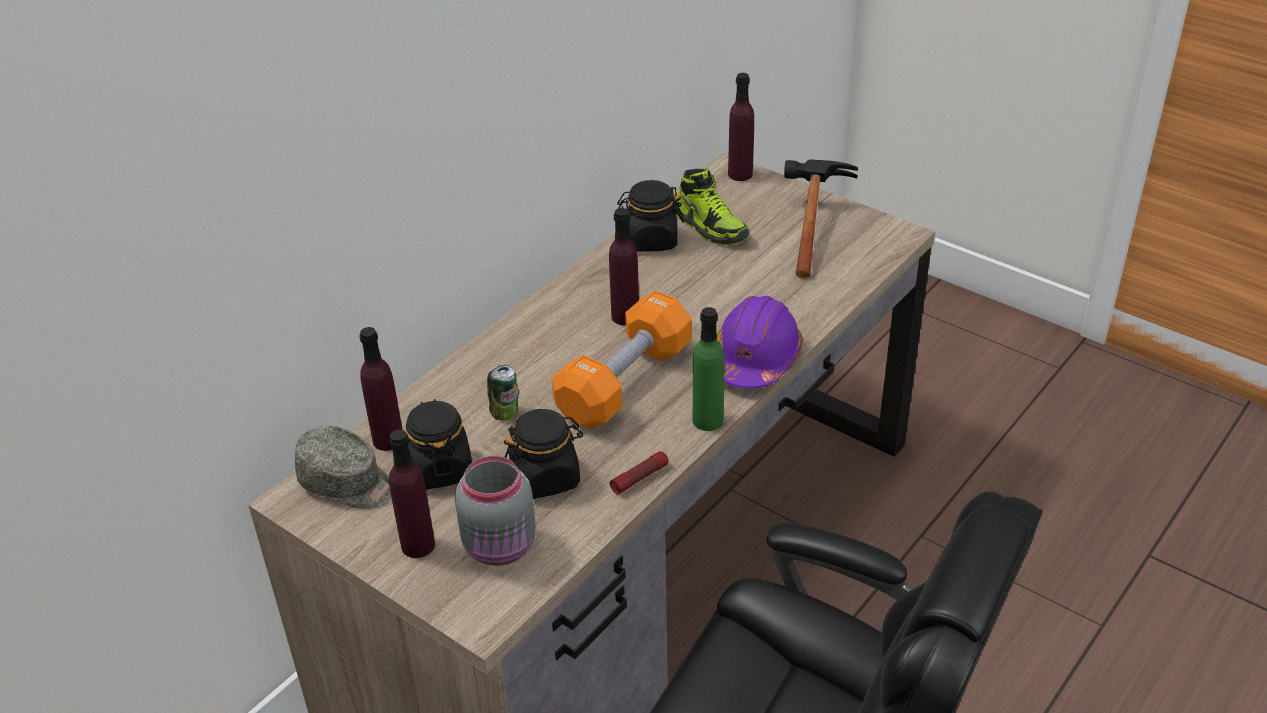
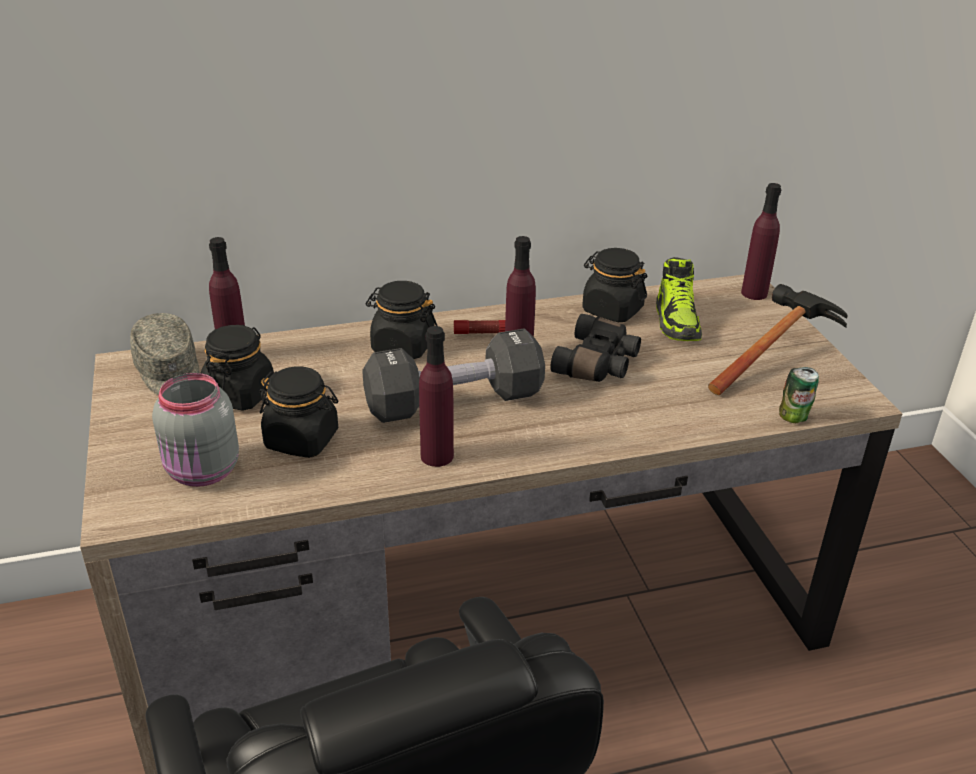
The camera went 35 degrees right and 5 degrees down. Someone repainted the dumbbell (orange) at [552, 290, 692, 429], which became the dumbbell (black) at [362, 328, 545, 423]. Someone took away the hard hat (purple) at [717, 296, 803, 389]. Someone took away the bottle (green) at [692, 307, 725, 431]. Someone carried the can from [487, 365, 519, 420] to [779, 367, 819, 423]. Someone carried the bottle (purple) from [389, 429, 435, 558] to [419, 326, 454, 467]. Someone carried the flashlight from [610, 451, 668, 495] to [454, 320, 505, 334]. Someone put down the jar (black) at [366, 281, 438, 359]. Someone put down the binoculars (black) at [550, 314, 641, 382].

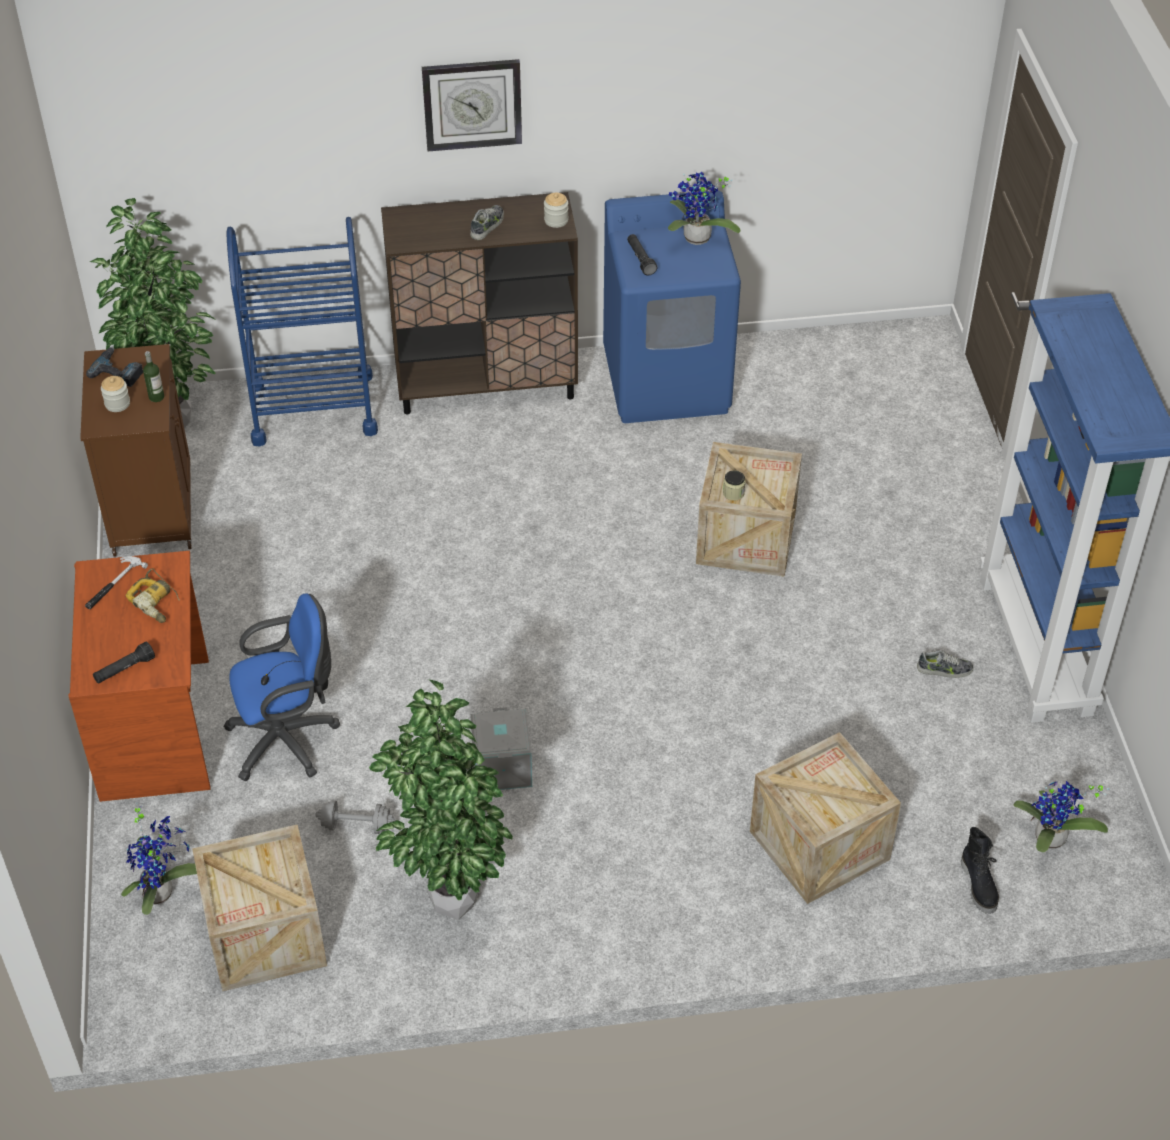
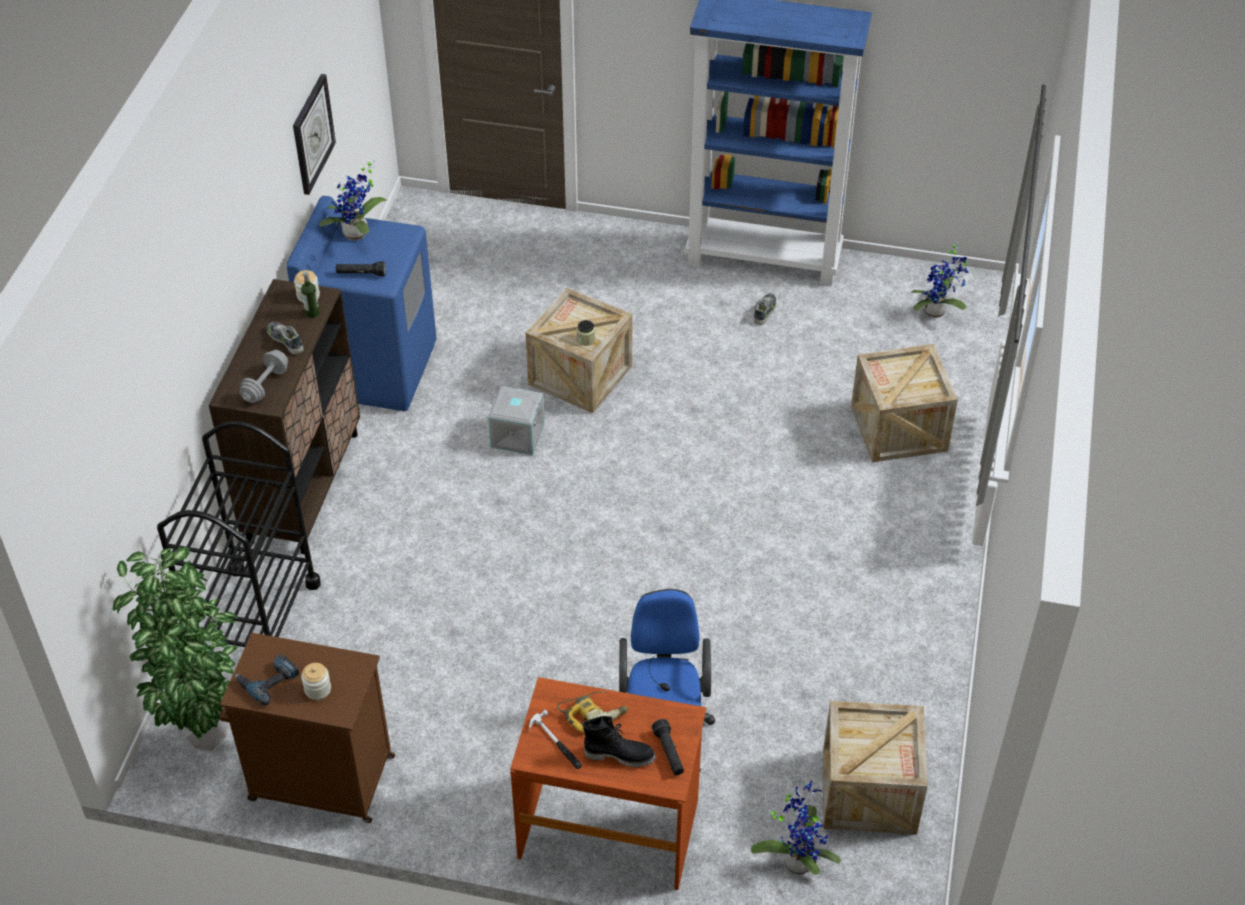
The camera went 70 degrees left and 0 degrees up. Someone carried the wall clock from [422, 59, 522, 151] to [293, 74, 336, 195]. Someone repainted the cart (blue) at [227, 217, 378, 447], which became the cart (black) at [157, 421, 321, 647]. Someone carried the bottle from [143, 351, 164, 402] to [301, 272, 320, 318]. Someone took away the potted plant at [369, 679, 513, 920]. Someone carried the storage box (grey) from [470, 707, 532, 790] to [488, 386, 545, 455]. Someone carried the dumbbell (grey) from [315, 800, 395, 834] to [239, 350, 288, 403]. Someone carried the boot (black) from [961, 827, 999, 914] to [583, 716, 656, 768].

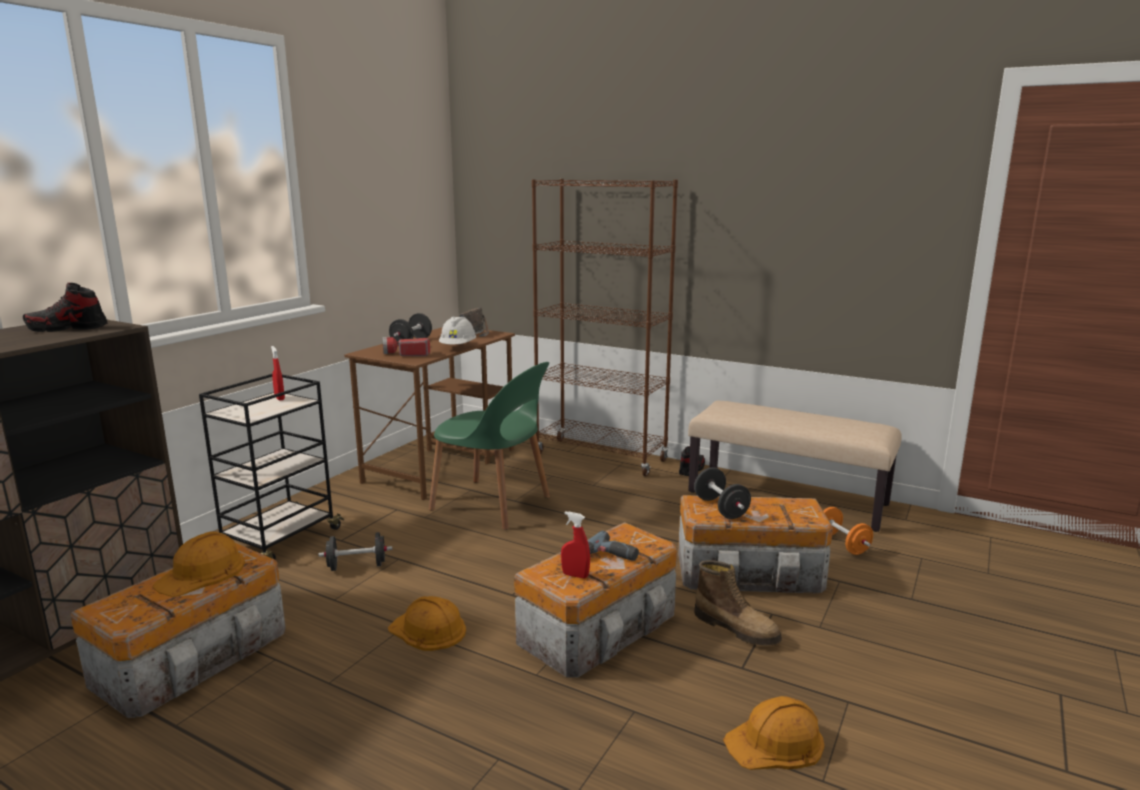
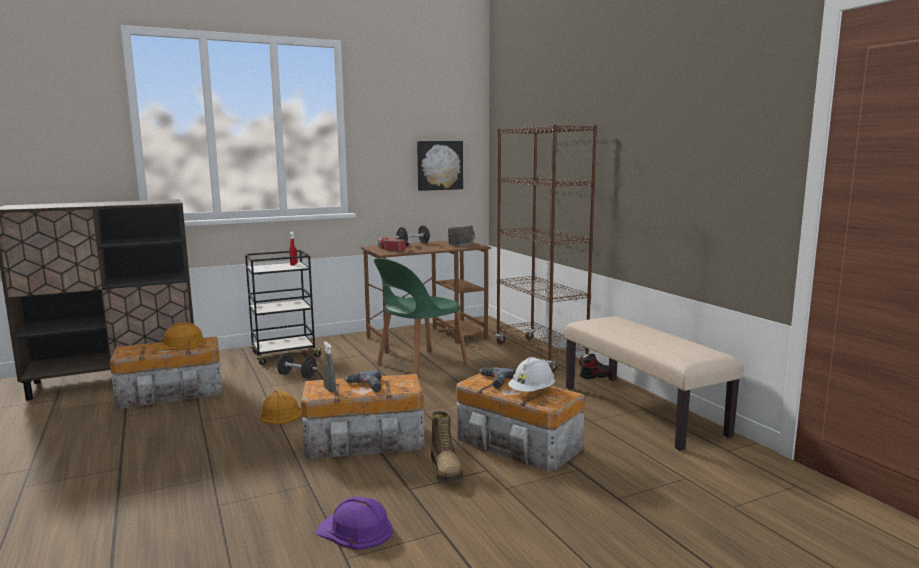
The camera went 35 degrees right and 5 degrees down. Someone took away the shoe at [23, 283, 107, 332]. Someone carried the hard hat (white) from [439, 316, 476, 345] to [508, 357, 555, 392]. Someone rotated the chair (green) at [429, 362, 550, 530] by 75 degrees clockwise. Someone swapped the dumbbell (black) at [694, 467, 751, 519] for the power drill at [479, 368, 515, 389]. Someone took away the dumbbell (orange) at [823, 507, 873, 555]. Someone repainted the spray bottle (red) at [561, 511, 590, 578], which became the spray bottle (grey) at [323, 341, 336, 392]. Someone repainted the hard hat (orange) at [723, 696, 825, 770], which became the hard hat (purple) at [315, 497, 393, 550]. Someone put up the picture at [417, 141, 463, 191].

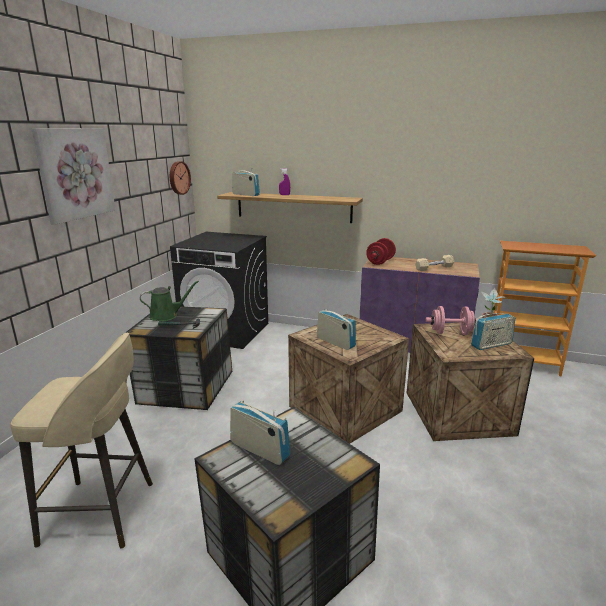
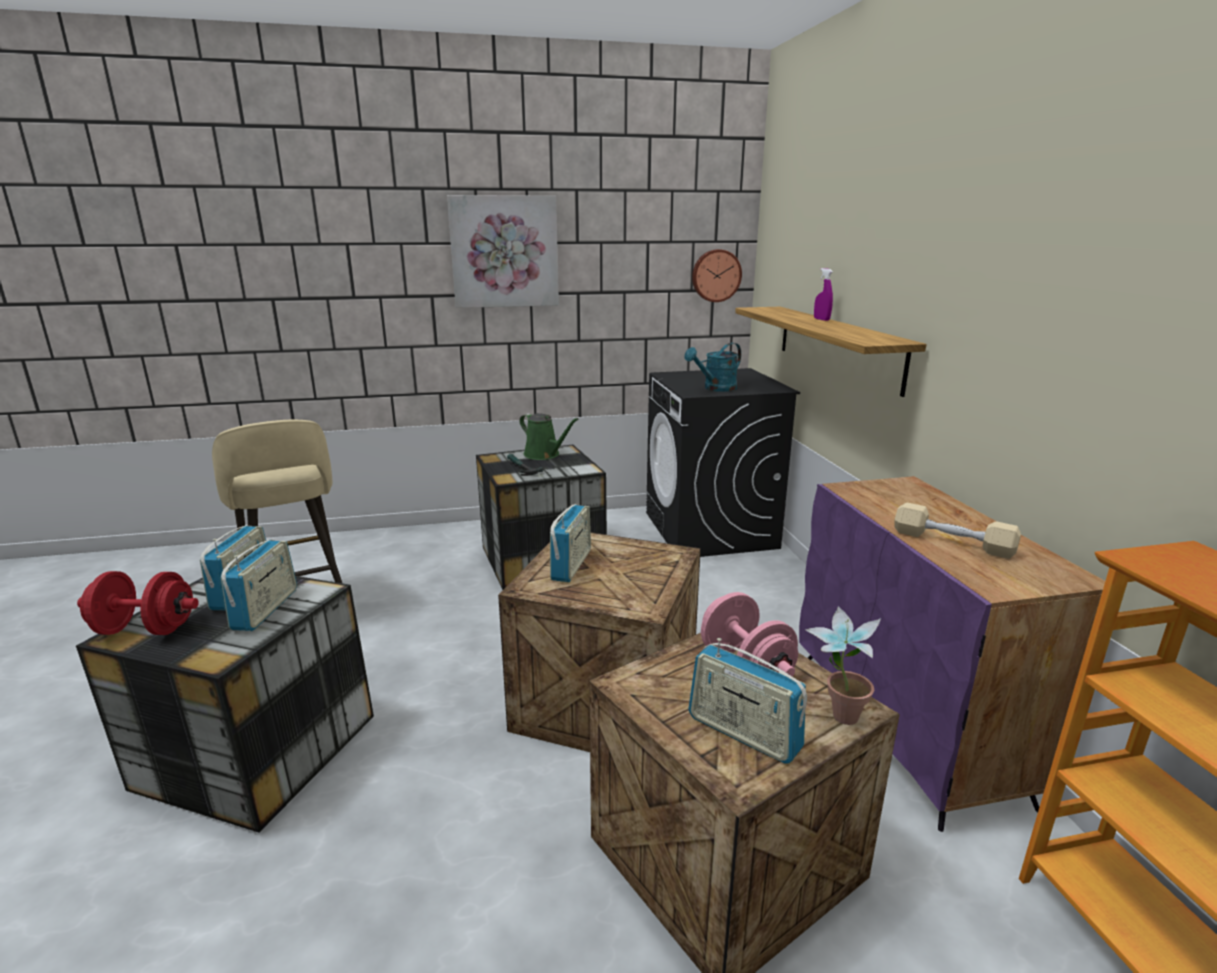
The camera went 60 degrees right and 0 degrees up. Someone carried the radio from [232, 168, 260, 196] to [221, 540, 297, 631]. Someone carried the dumbbell (red) from [366, 238, 396, 265] to [77, 571, 199, 635]. Someone put down the watering can (turquoise) at [684, 343, 741, 392].

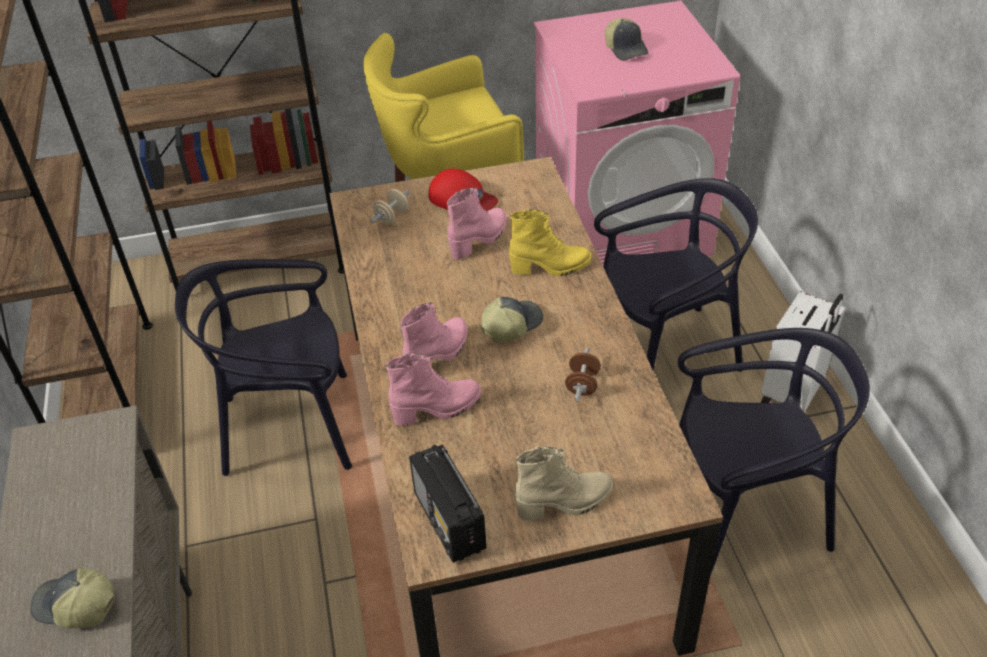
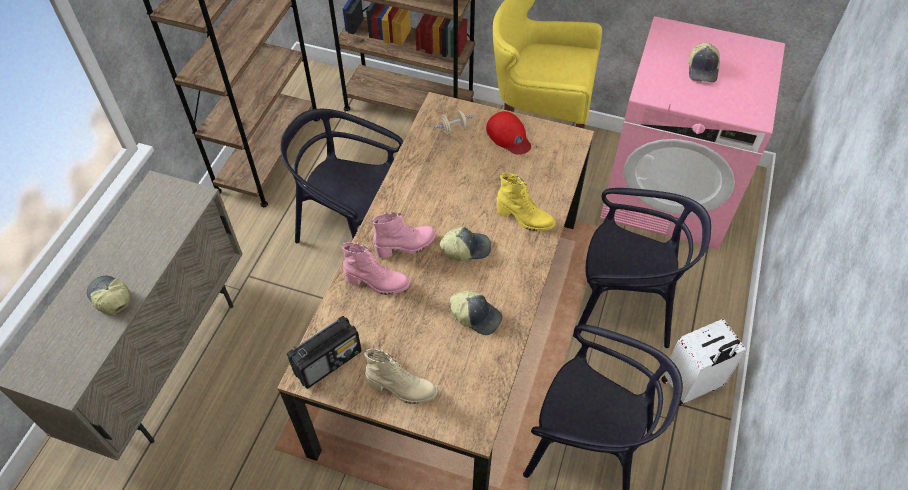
The camera went 30 degrees right and 10 degrees up. Someone took away the boot (pink) at [447, 187, 507, 260]. Someone swapped the dumbbell (brown) at [565, 348, 601, 401] for the cap at [450, 290, 503, 335]. Someone rotated the radio at [409, 445, 486, 563] by 135 degrees counterclockwise.

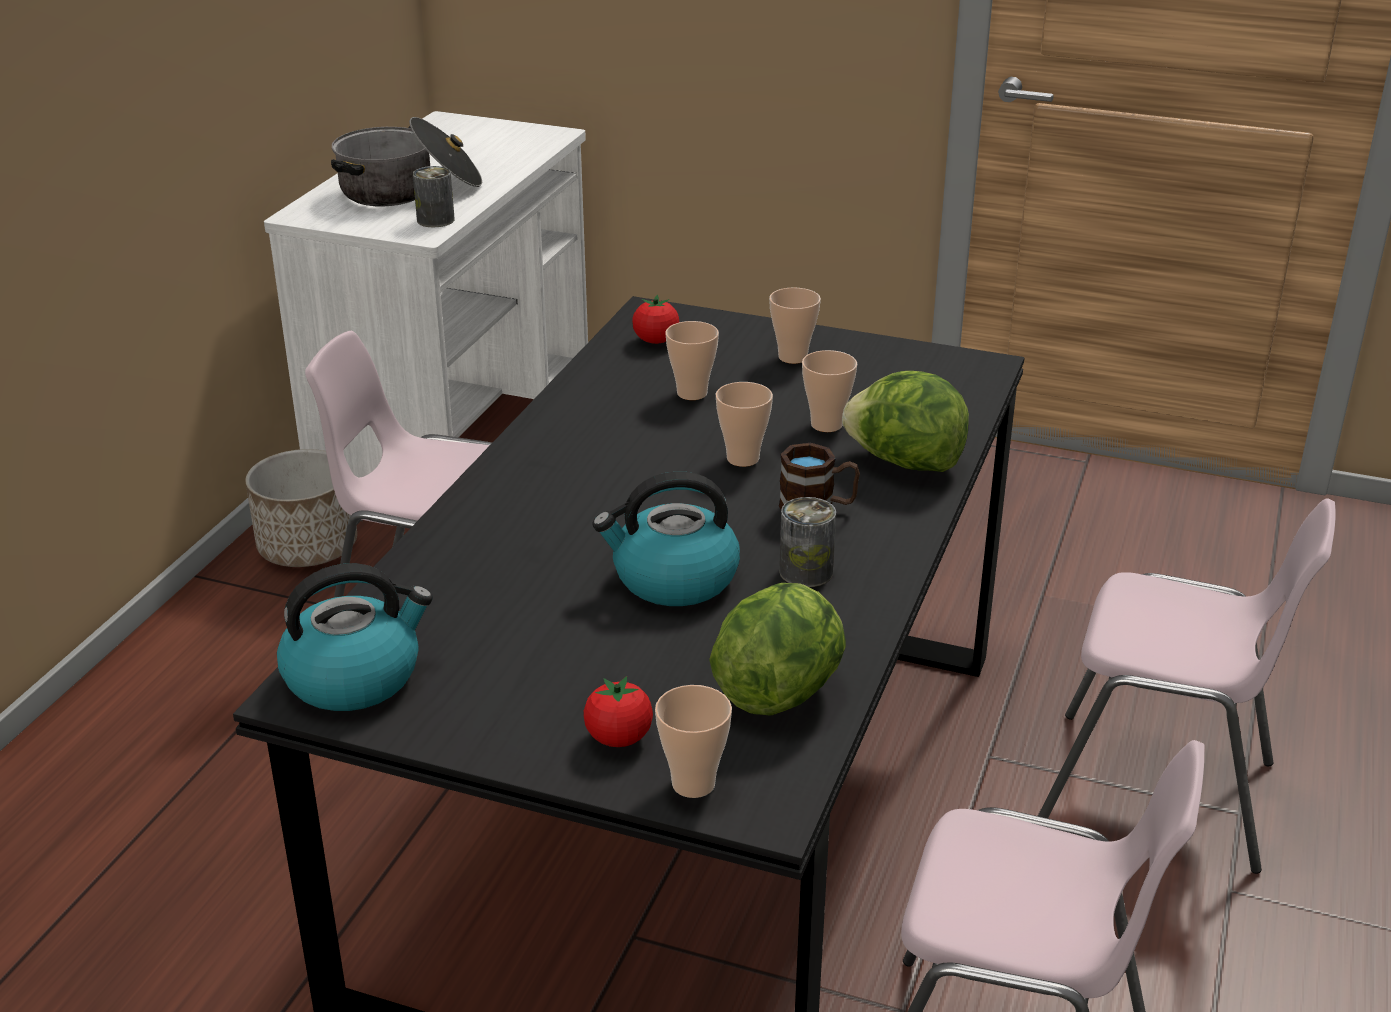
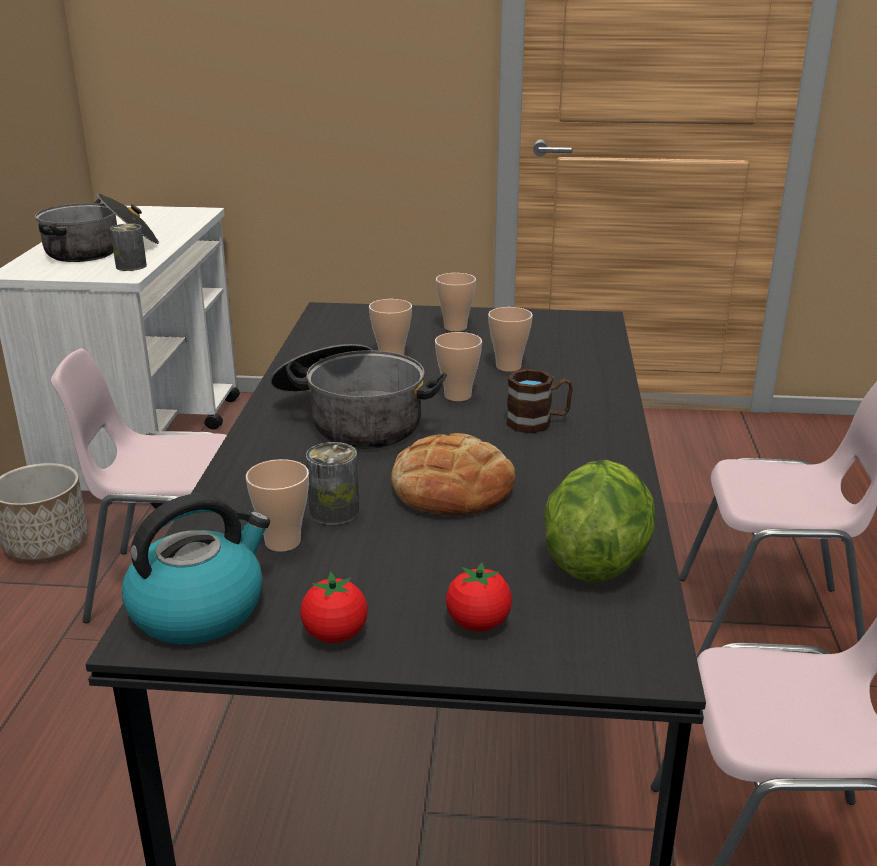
The camera went 15 degrees left and 5 degrees down. Someone carried the tomato from [632, 295, 679, 344] to [300, 572, 368, 643]. Someone took away the lettuce at [842, 371, 969, 472]. Someone swapped the kettle at [592, 472, 740, 606] for the bread at [391, 433, 515, 516]. Someone carried the can from [779, 497, 836, 587] to [306, 442, 359, 525]. Someone carried the cup from [655, 685, 732, 798] to [246, 459, 309, 552]. Someone put down the cooking pot at [270, 344, 447, 449].

